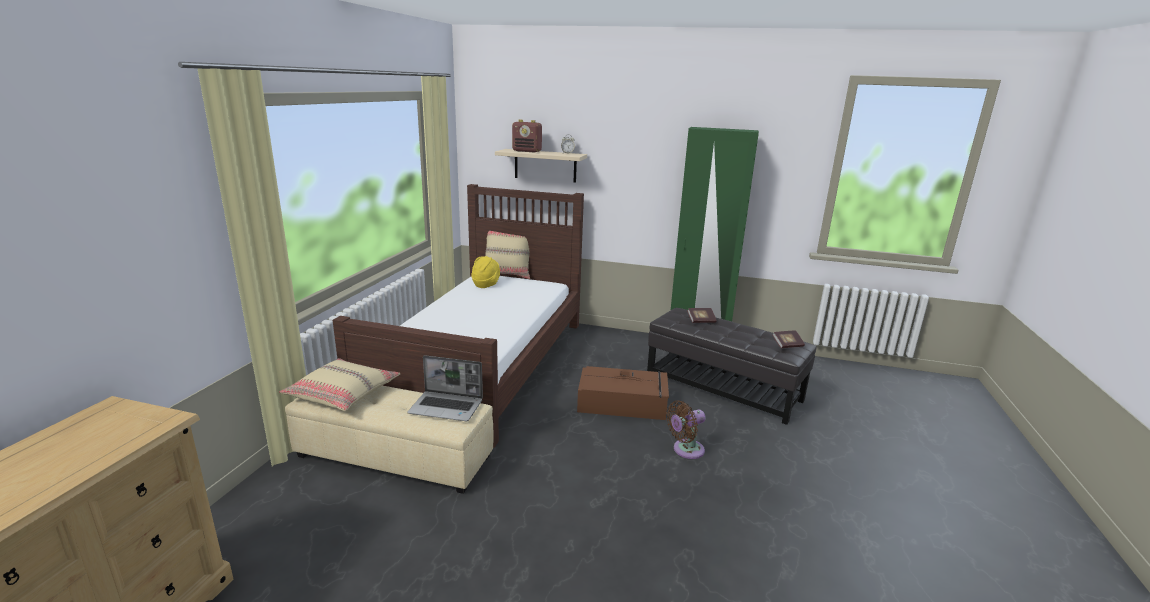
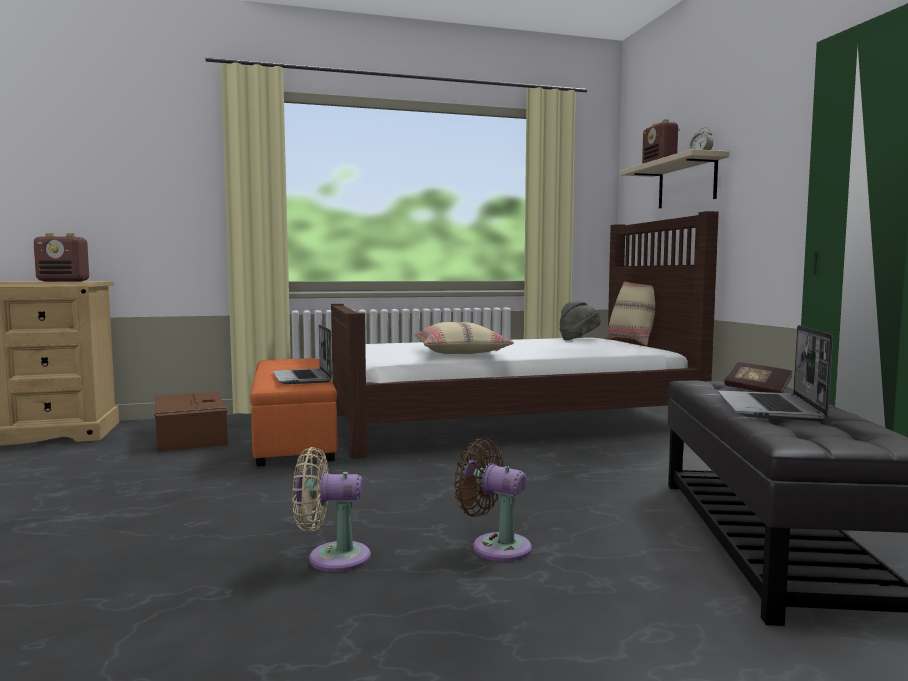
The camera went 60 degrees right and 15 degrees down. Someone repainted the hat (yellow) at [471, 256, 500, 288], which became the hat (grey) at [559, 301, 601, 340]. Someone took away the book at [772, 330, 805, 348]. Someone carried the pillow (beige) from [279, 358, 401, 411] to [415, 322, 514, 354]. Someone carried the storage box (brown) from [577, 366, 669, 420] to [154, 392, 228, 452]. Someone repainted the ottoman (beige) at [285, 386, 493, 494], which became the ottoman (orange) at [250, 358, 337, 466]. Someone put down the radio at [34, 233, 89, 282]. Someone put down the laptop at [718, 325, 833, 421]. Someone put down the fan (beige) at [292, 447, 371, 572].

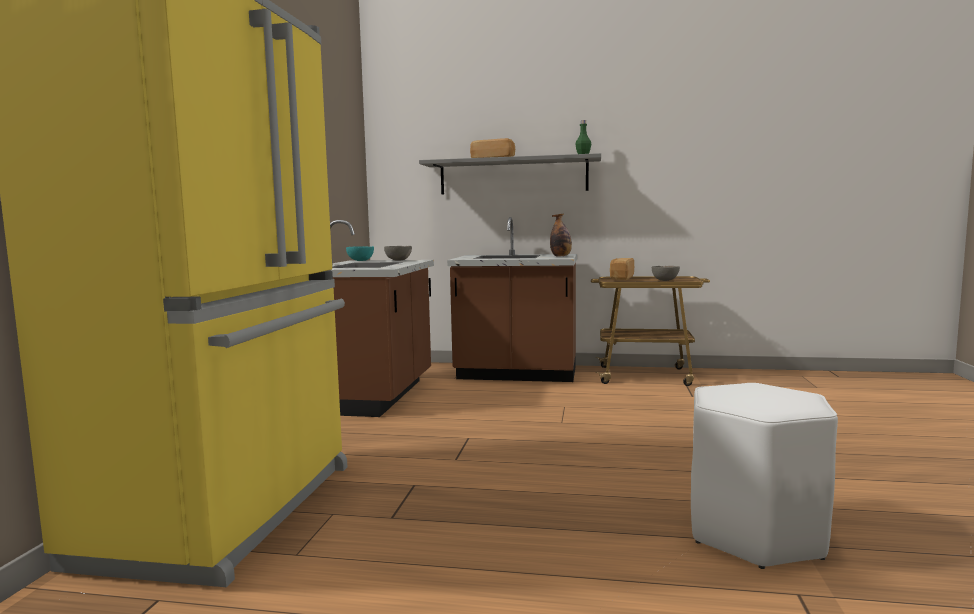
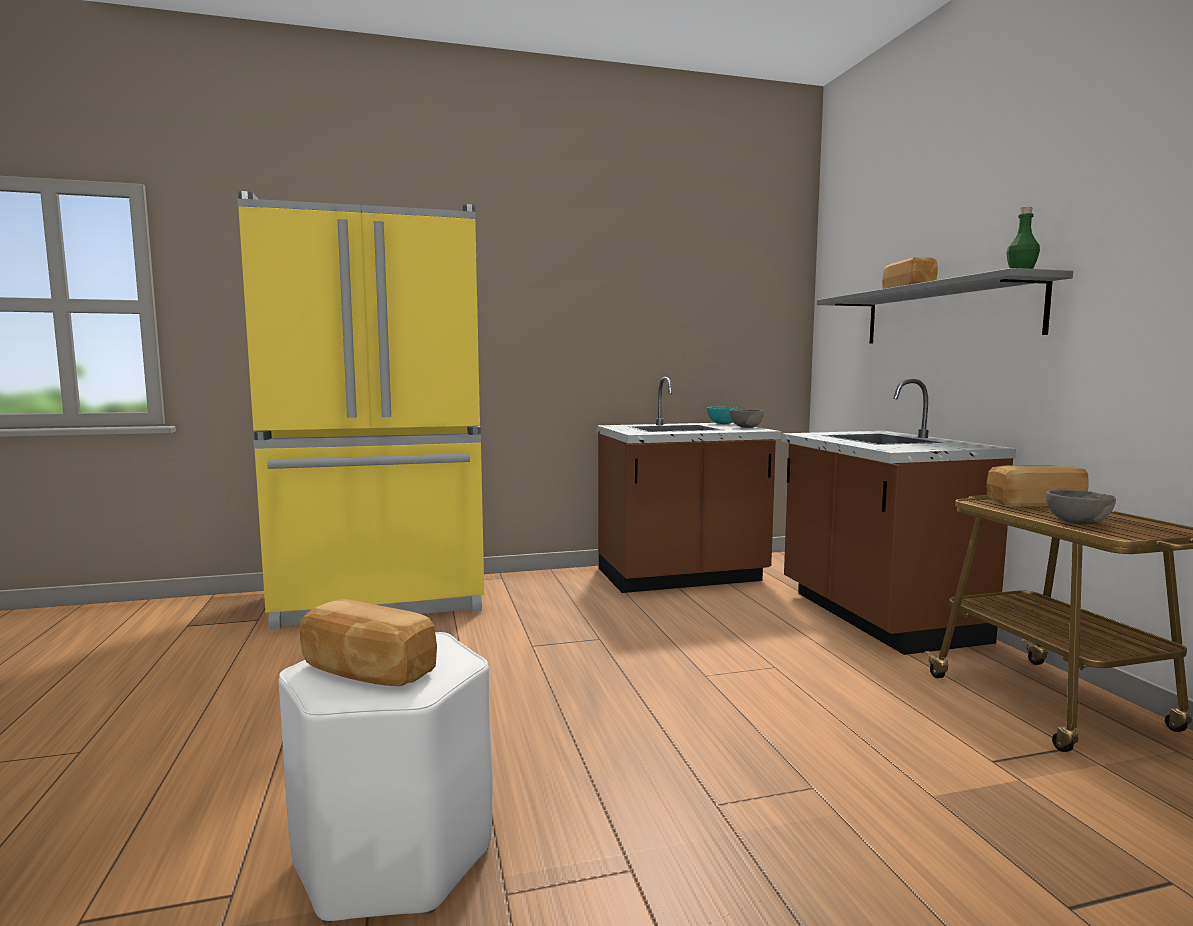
The camera went 65 degrees right and 0 degrees up. Someone took away the bottle at [550, 214, 572, 257]. Someone put down the bread at [300, 598, 437, 686].

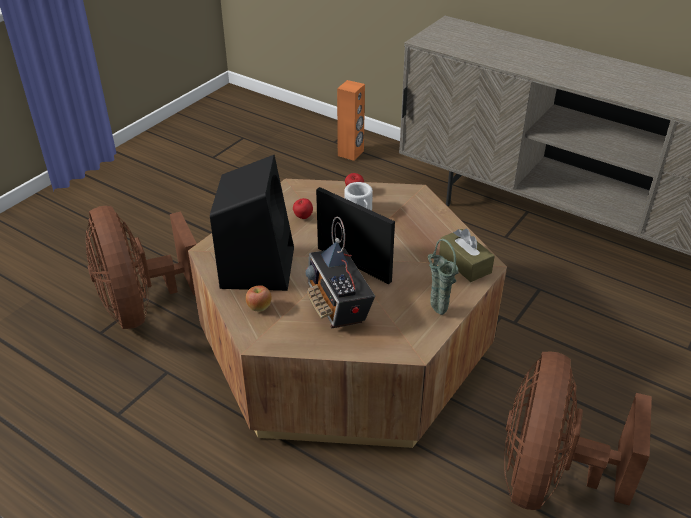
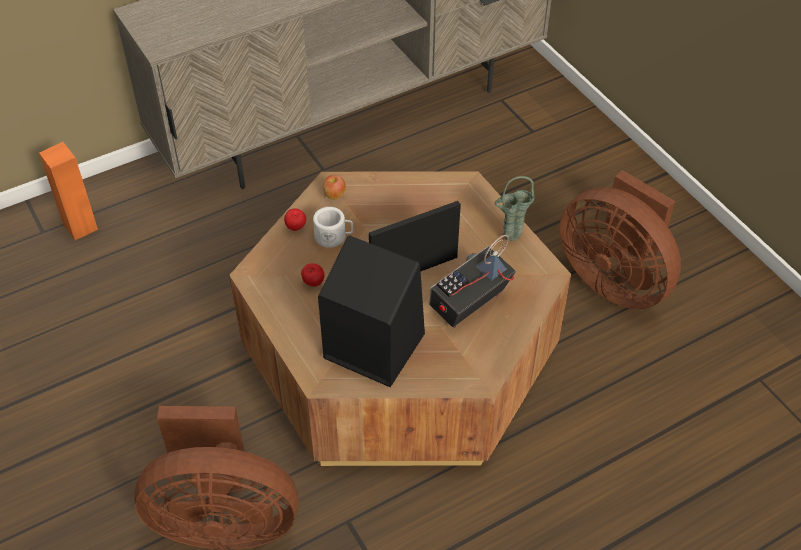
The camera went 65 degrees left and 10 degrees up. Someone rotated the radio at [305, 217, 375, 329] by 135 degrees clockwise. Someone took away the tissue box (brown) at [439, 229, 494, 282]. Someone carried the apple from [246, 285, 272, 311] to [323, 175, 346, 200].

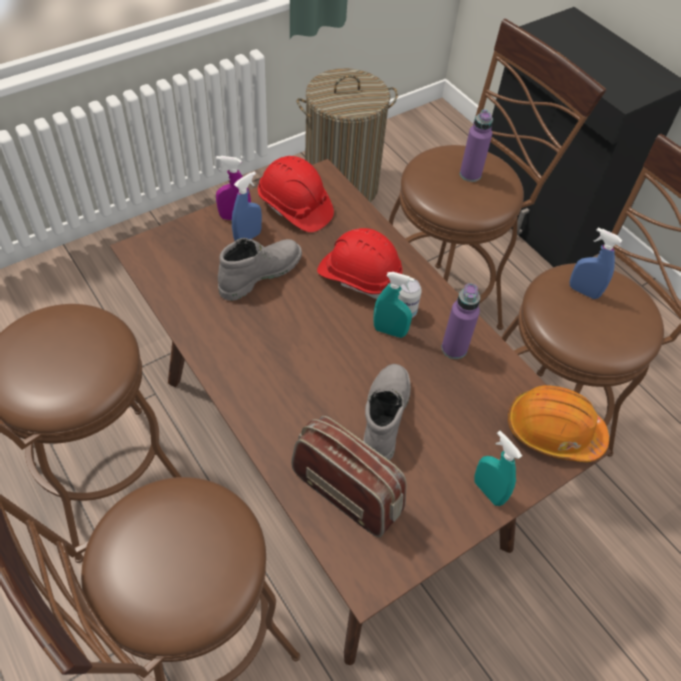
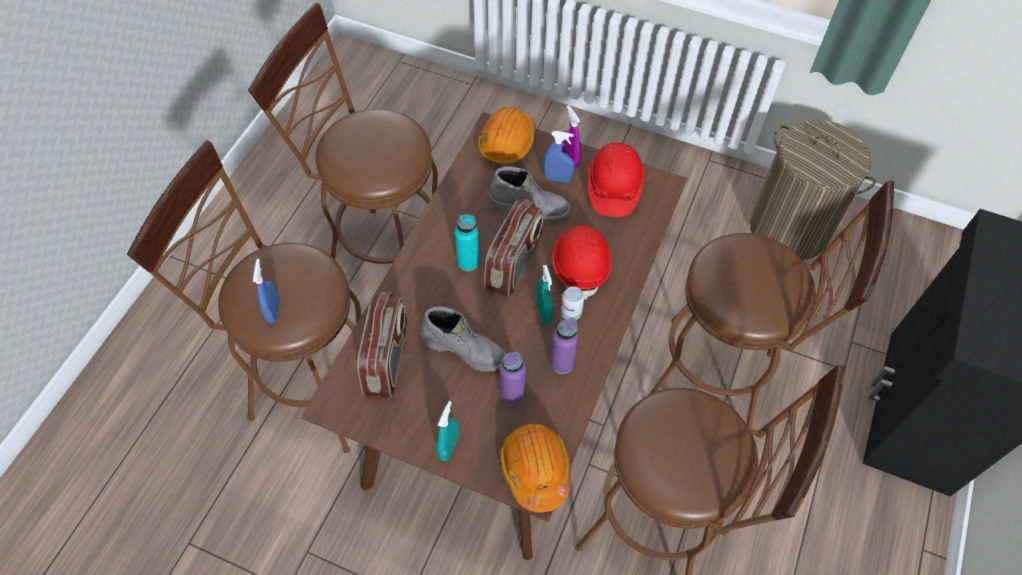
The camera went 60 degrees right and 5 degrees up. Someone carried the bottle (purple) from [460, 110, 493, 182] to [500, 352, 526, 405]. Someone carried the spray bottle (blue) from [570, 228, 622, 299] to [253, 259, 280, 324]. Someone rotated the boot (grey) at [363, 364, 411, 460] by 45 degrees clockwise. Someone put down the hard hat (orange) at [478, 107, 536, 165]. Someone put down the radio at [484, 199, 543, 298]. Someone put down the bottle (turquoise) at [455, 214, 479, 271].

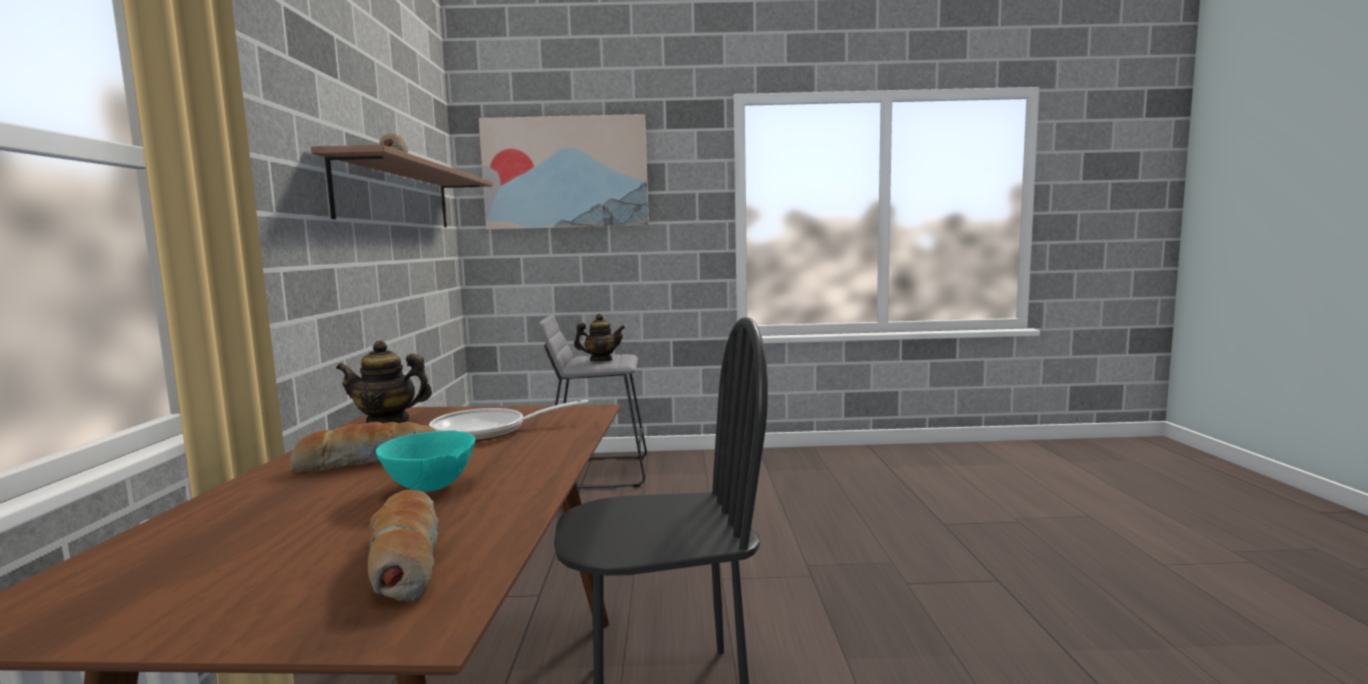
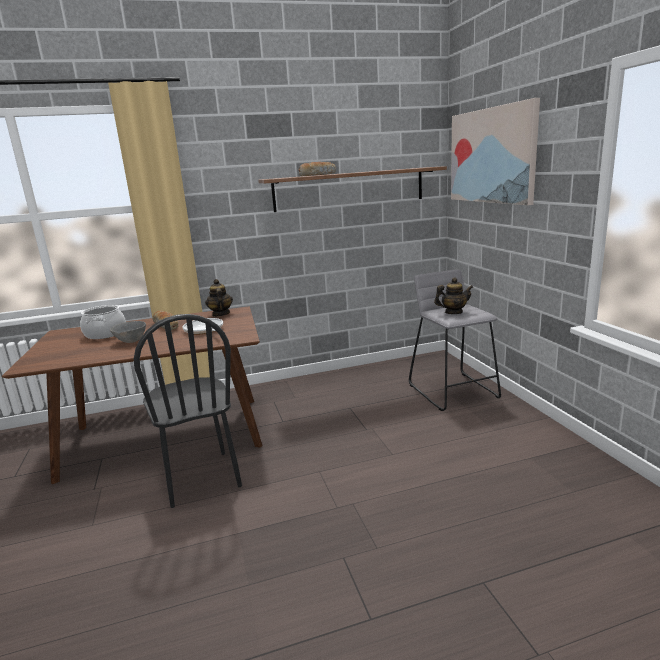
The camera went 75 degrees right and 10 degrees up. Someone rotated the teapot at [574, 314, 625, 361] by 75 degrees counterclockwise. Someone repainted the bowl (turquoise) at [376, 430, 475, 492], which became the bowl (grey) at [110, 321, 146, 343]. Someone took away the bread at [368, 489, 438, 602]. Someone put down the cooking pot at [80, 305, 126, 339].

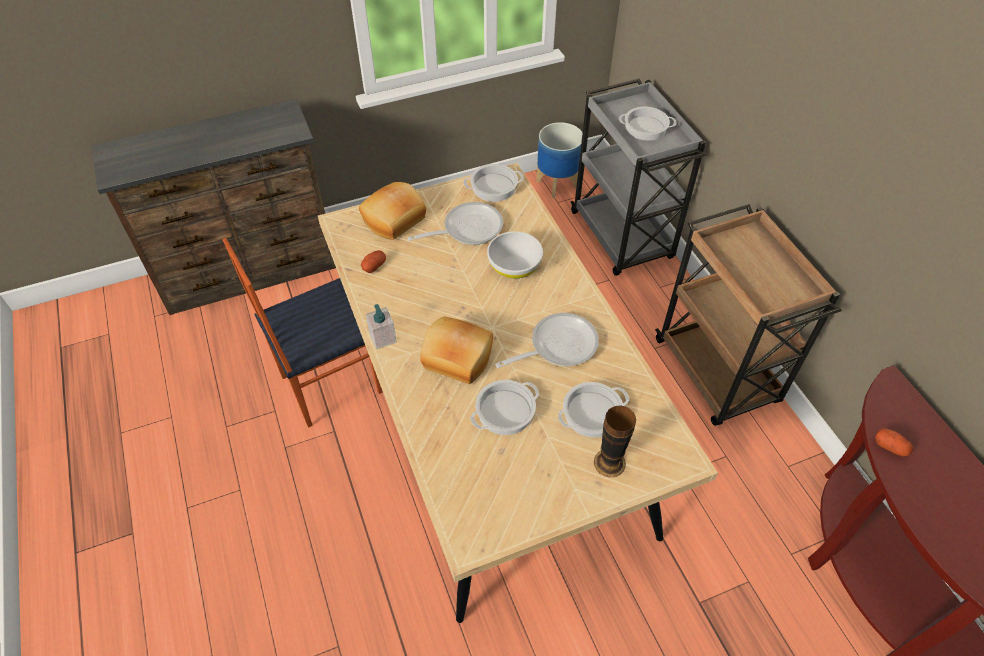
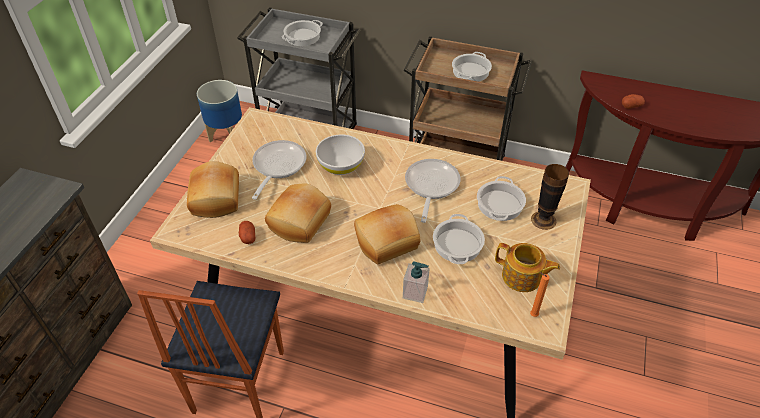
The camera went 50 degrees left and 5 degrees down. Someone carried the cooking pot from [463, 164, 524, 202] to [452, 52, 492, 82]. Someone carried the soap dispenser from [366, 304, 397, 349] to [403, 262, 430, 303]. Someone put down the bread at [265, 184, 331, 243]. Someone put down the teapot at [495, 243, 560, 292]. Someone put down the candle (orange) at [530, 272, 550, 317].

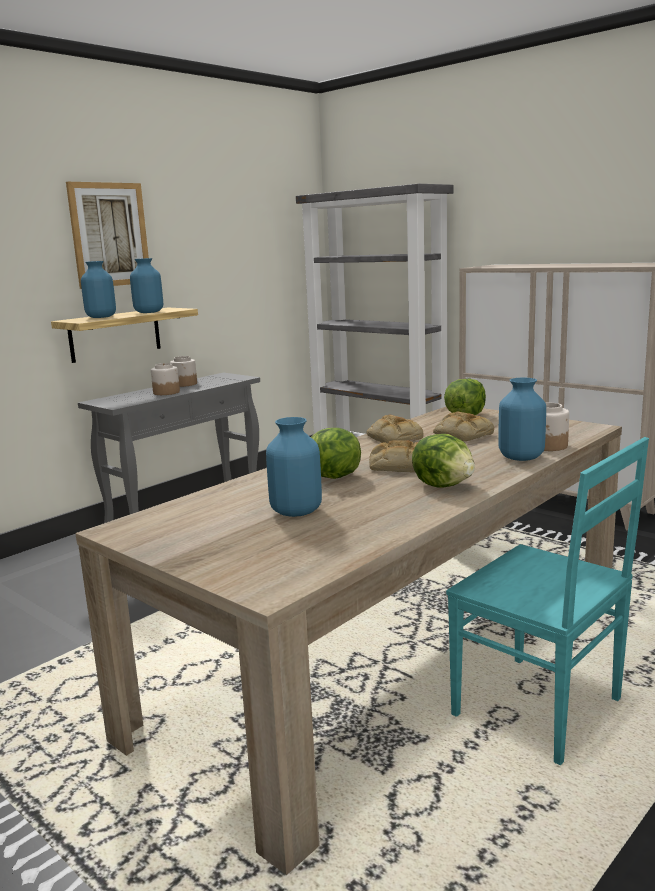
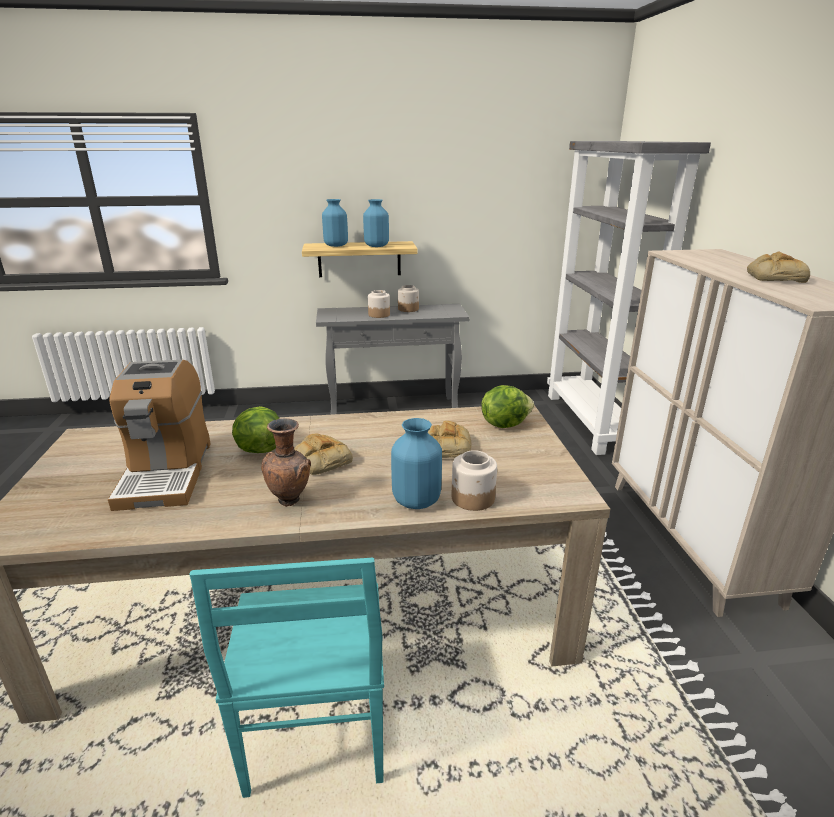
The camera went 40 degrees right and 10 degrees up. Someone took away the picture at [66, 182, 149, 289]. Someone carried the bread from [367, 414, 424, 443] to [747, 251, 810, 283]. Someone swapped the vase (blue) at [266, 417, 322, 517] for the coffee machine at [108, 360, 211, 511]. Someone swapped the lettuce at [412, 434, 475, 488] for the vase (brown) at [261, 418, 311, 507].

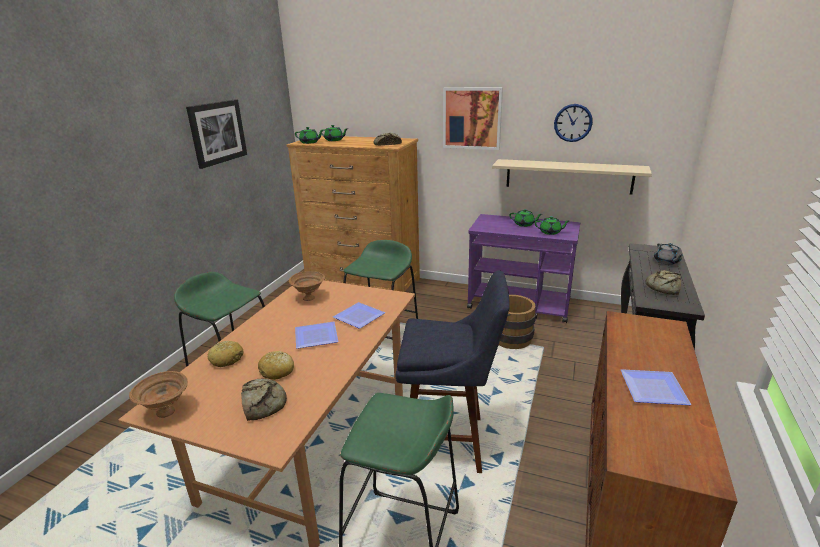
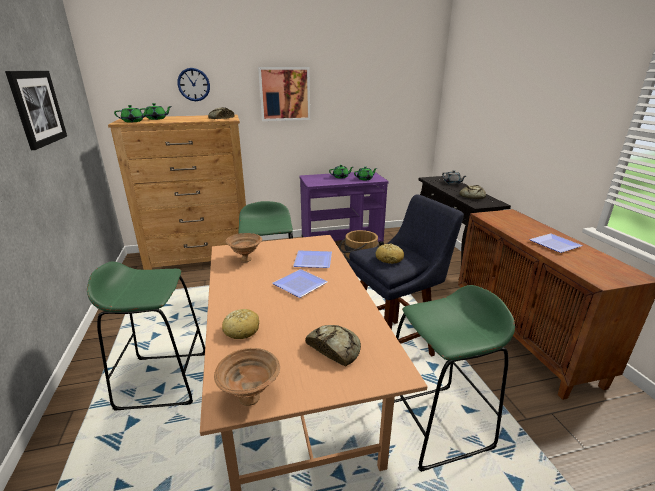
The camera went 35 degrees left and 0 degrees up. Someone carried the wall clock from [554, 104, 593, 142] to [177, 68, 210, 101]. Someone took away the shelf (beige) at [492, 159, 652, 195]. Someone carried the bread from [258, 351, 294, 380] to [375, 244, 404, 264].

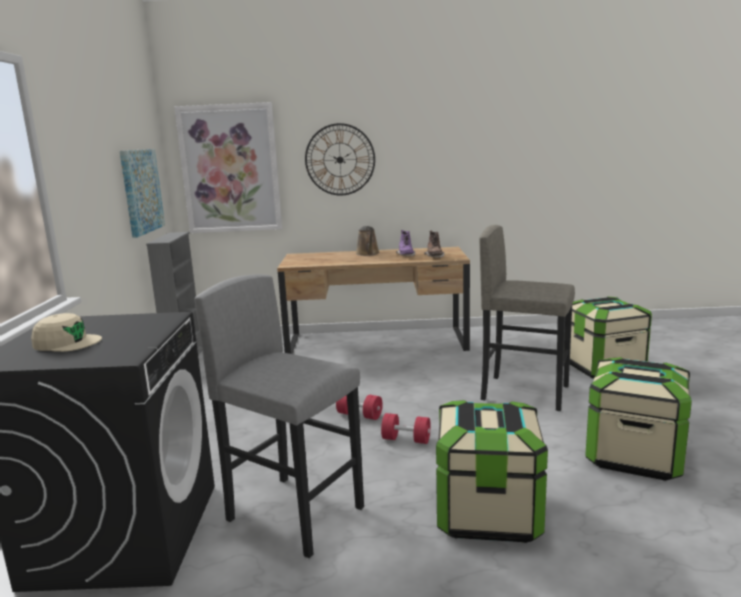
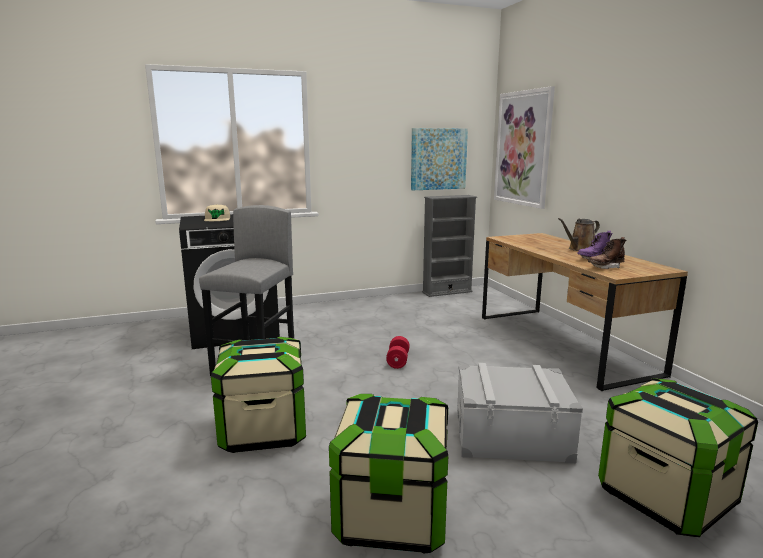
The camera went 70 degrees right and 0 degrees up. Someone took away the wall clock at [305, 123, 375, 195]. Someone swapped the stool (grey) at [479, 225, 575, 411] for the storage box (grey) at [457, 363, 583, 463]. Someone took away the dumbbell (red) at [381, 413, 431, 444].

